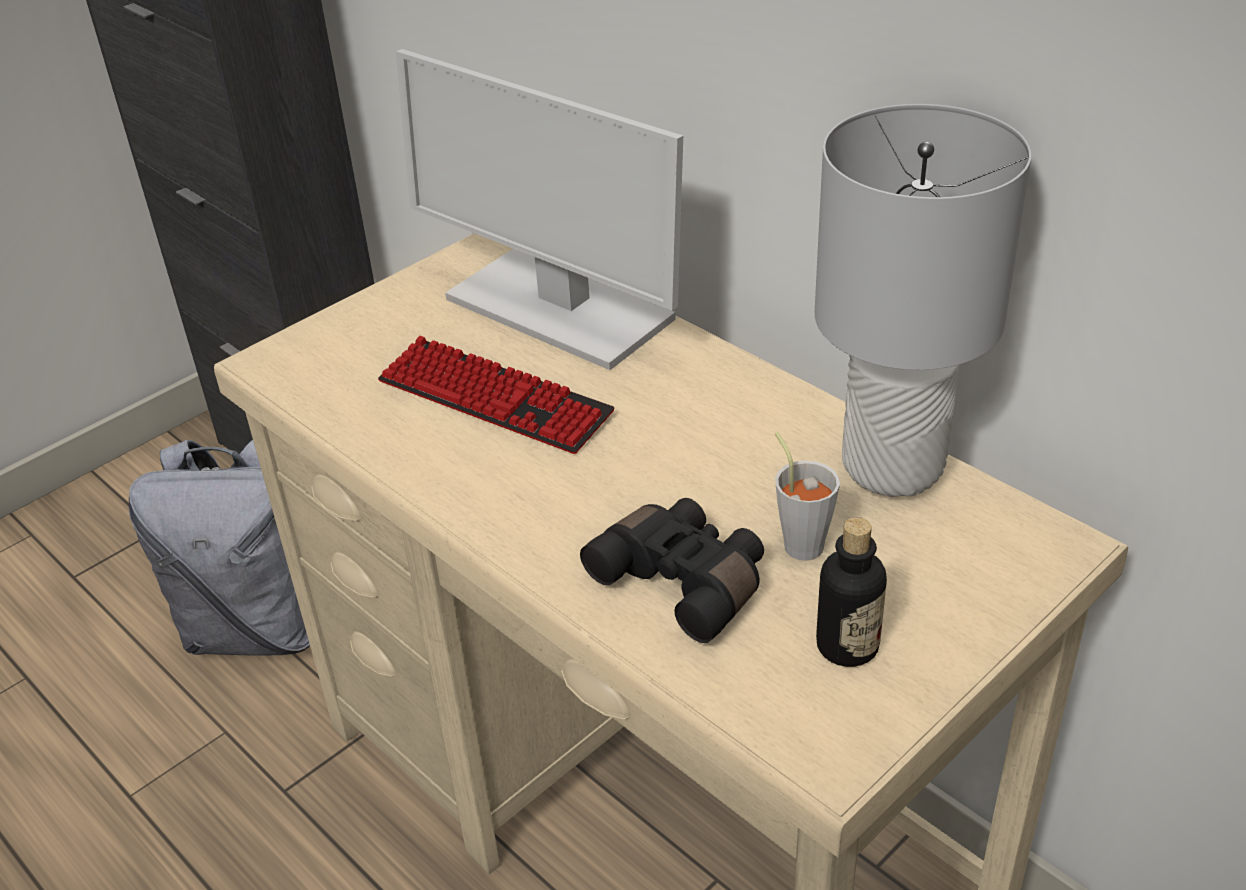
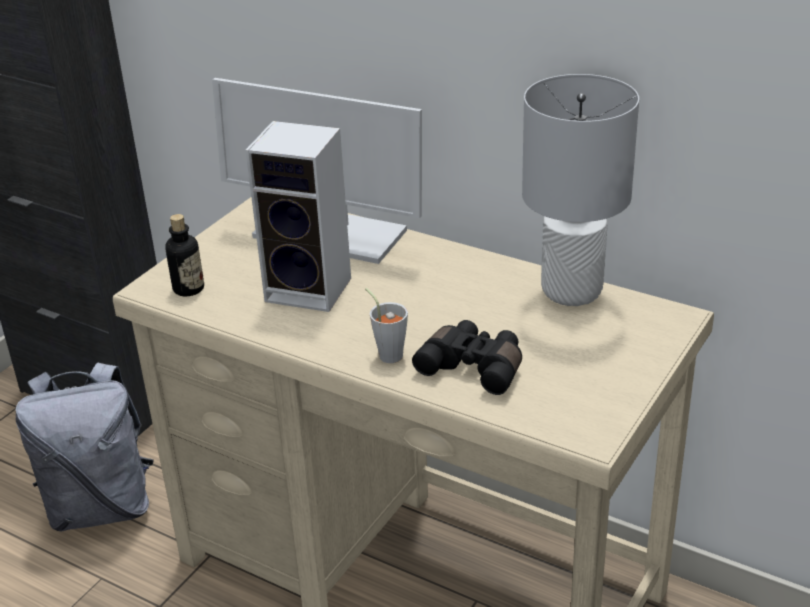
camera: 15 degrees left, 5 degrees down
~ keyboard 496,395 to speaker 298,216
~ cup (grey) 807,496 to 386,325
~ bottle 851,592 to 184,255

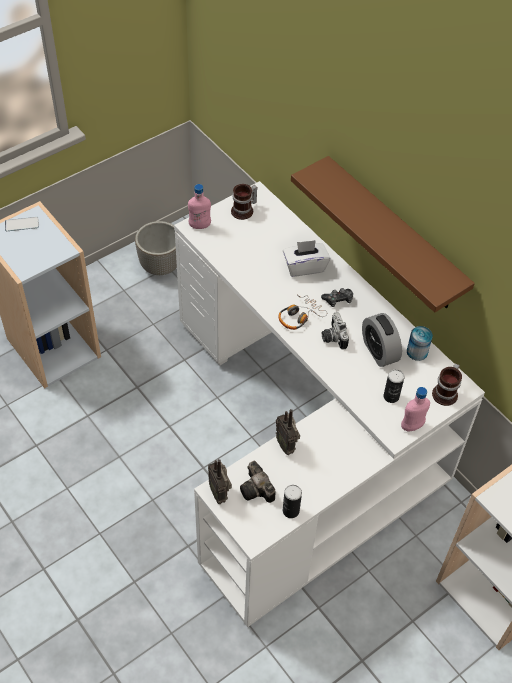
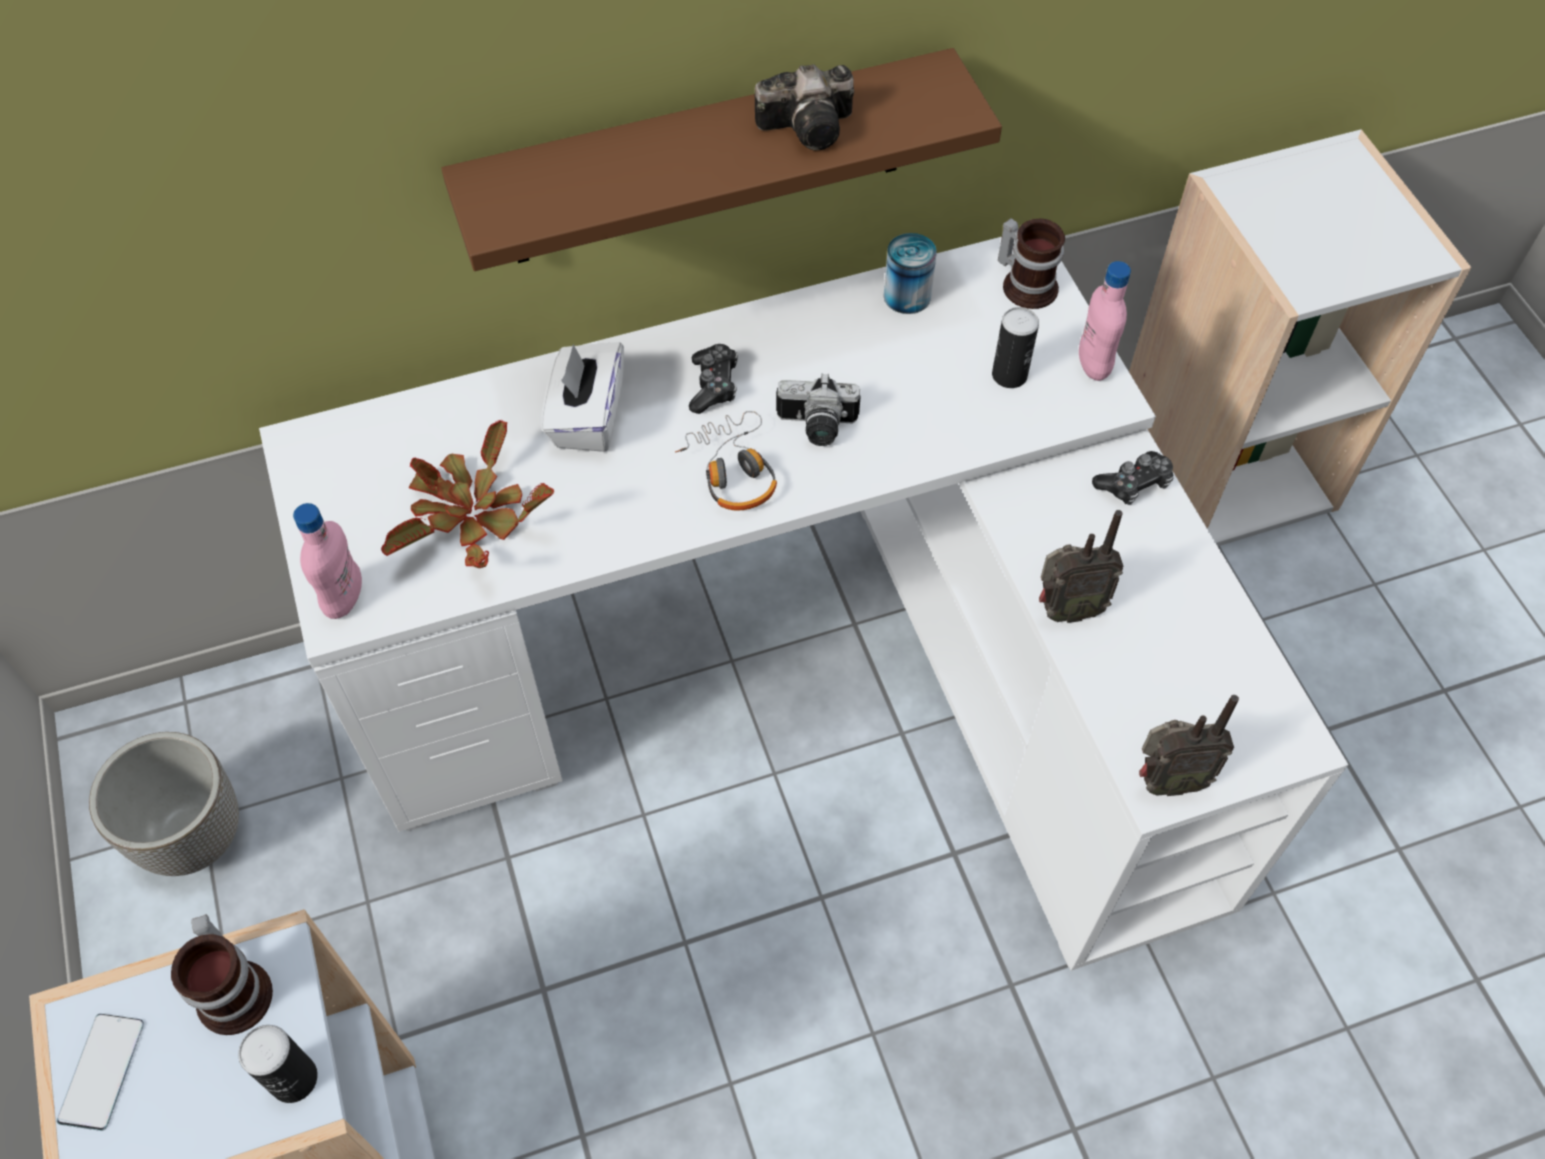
camera: 70 degrees left, 5 degrees up
~ mug 244,202 to 222,975
- alarm clock 382,340
~ photo camera 258,482 to 804,107
~ can 292,501 to 278,1064
+ potted plant 467,494
+ game controller 1133,478

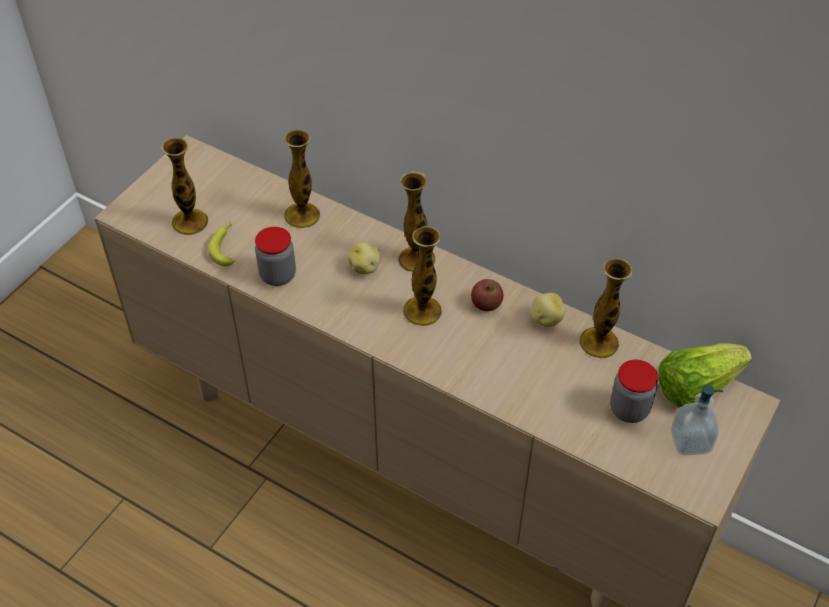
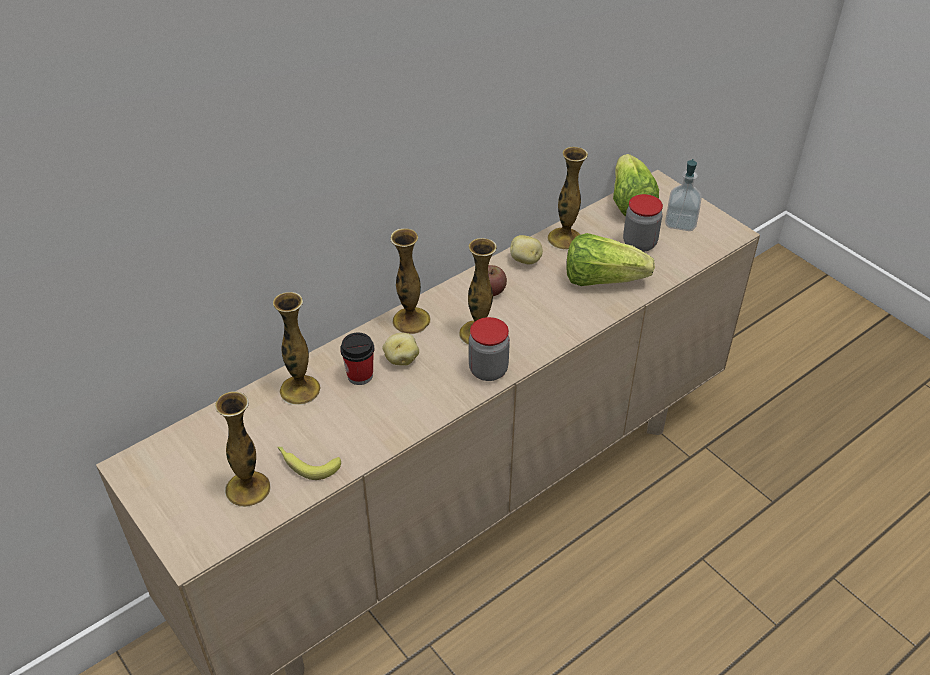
camera: 70 degrees left, 5 degrees down
~ jar 275,256 to 489,349
+ lettuce 610,259
+ cup 357,359

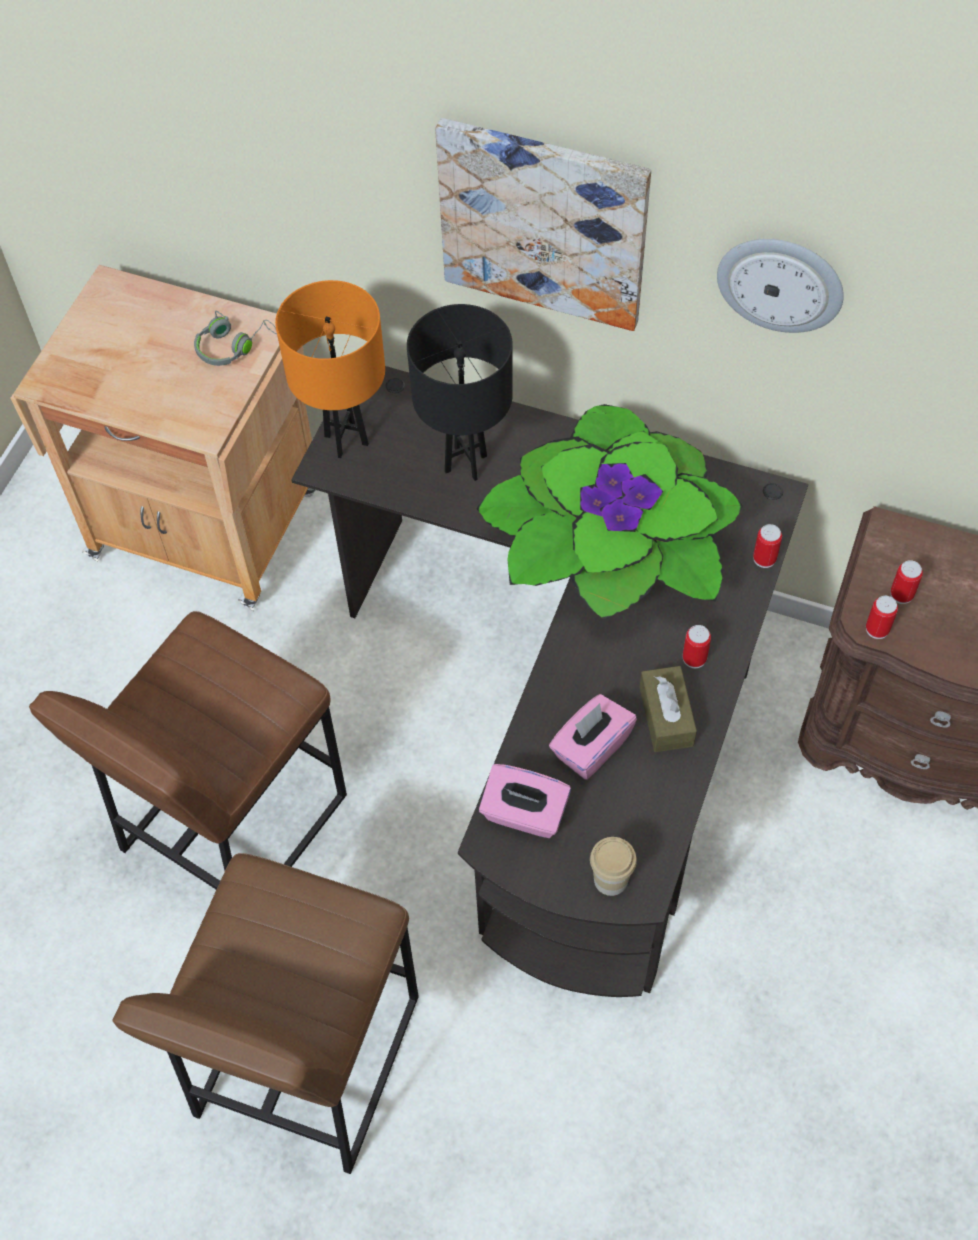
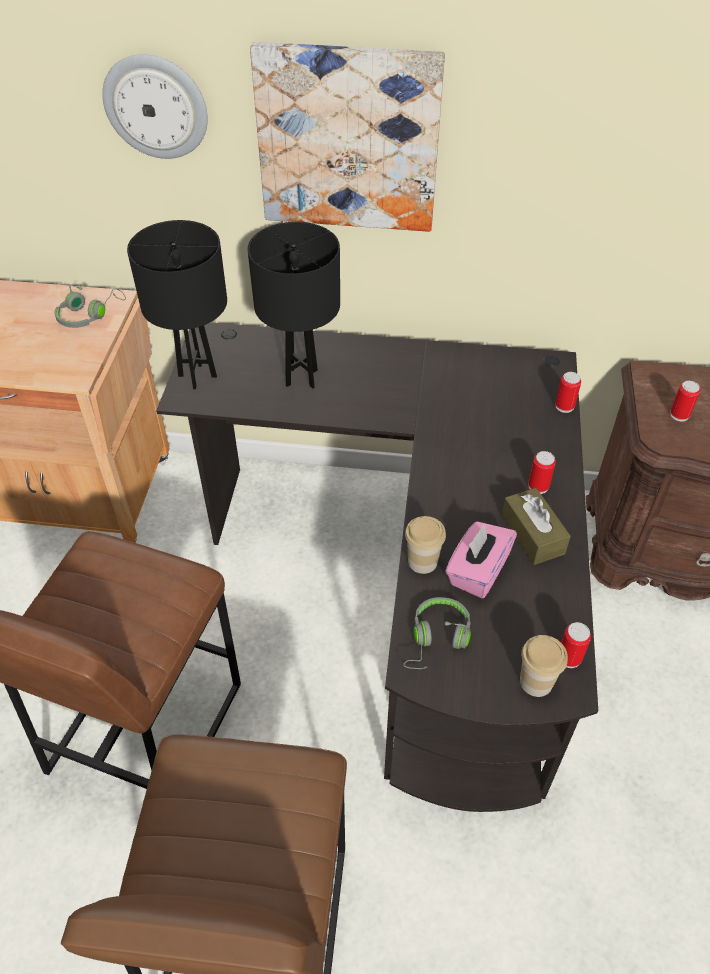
camera: 15 degrees left, 10 degrees down
~ wall clock 780,286 to 155,106
~ table lamp (orange) 330,369 to table lamp (black) 177,304
- potted plant 609,511
~ can 882,617 to 576,645
~ tissue box (pink) 525,801 to headphones (grey) 437,633
+ cup 425,545

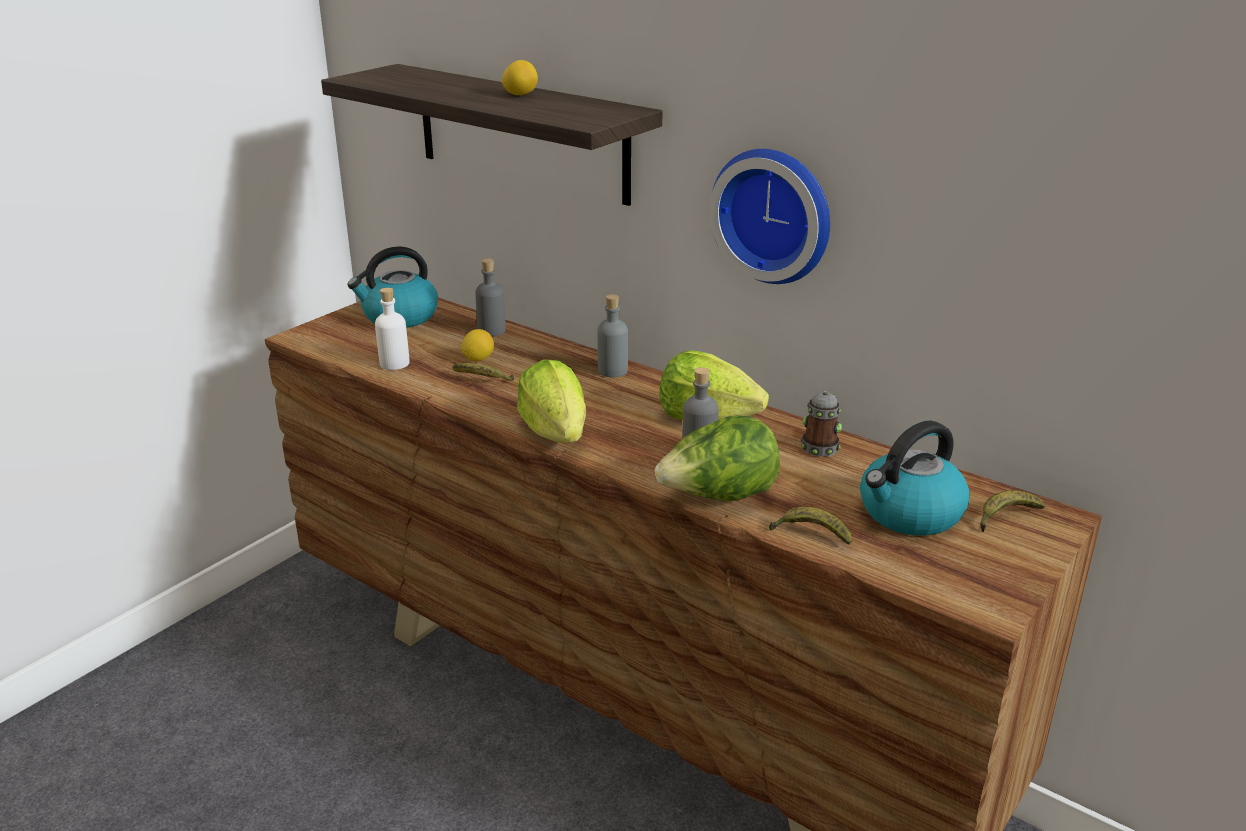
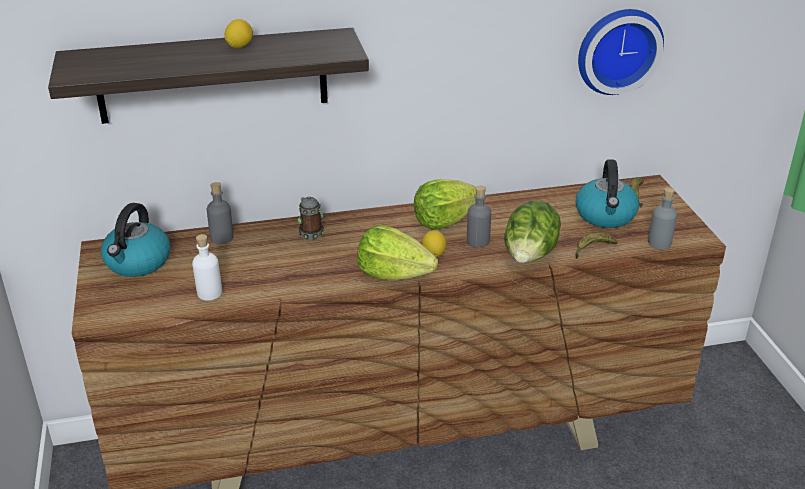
camera: 50 degrees left, 5 degrees up
~ wall clock 769,216 to 621,52
~ bottle (grey) 612,335 to 662,218
~ lemon 477,345 to 434,243
- banana 483,372
~ mug 821,424 to 310,218

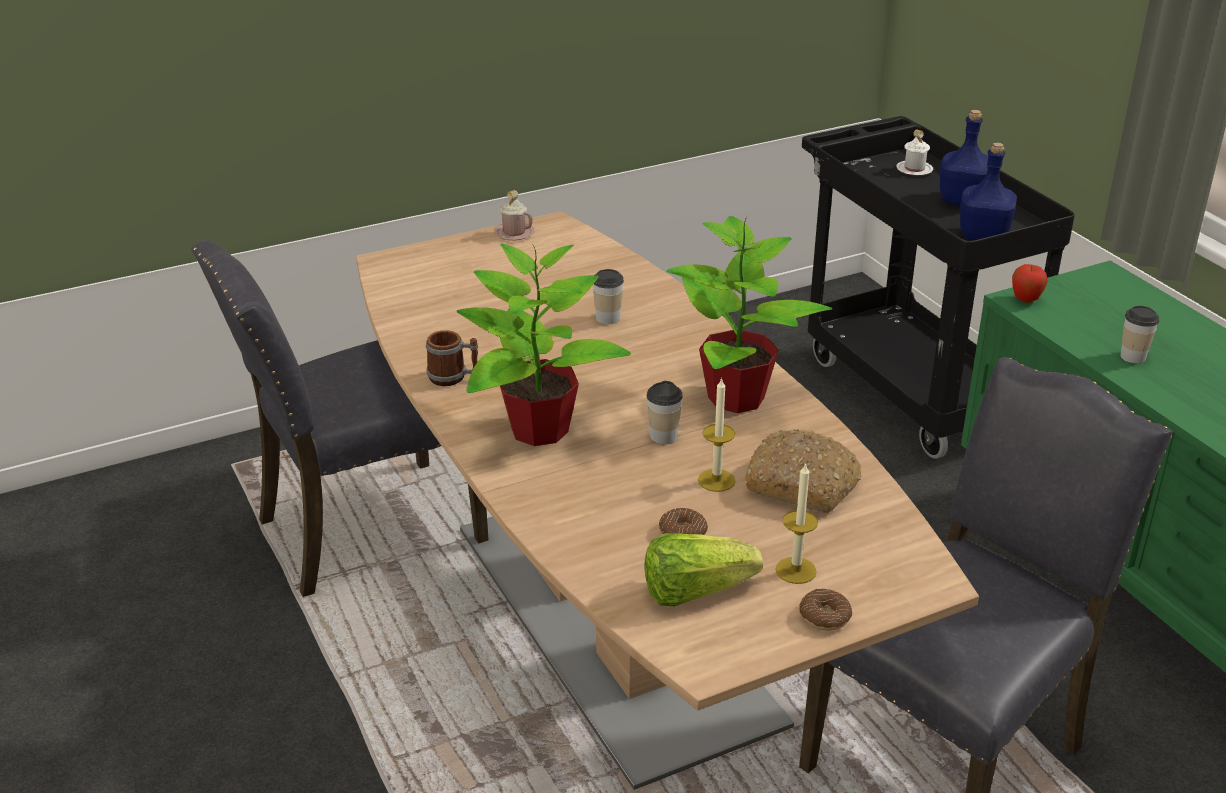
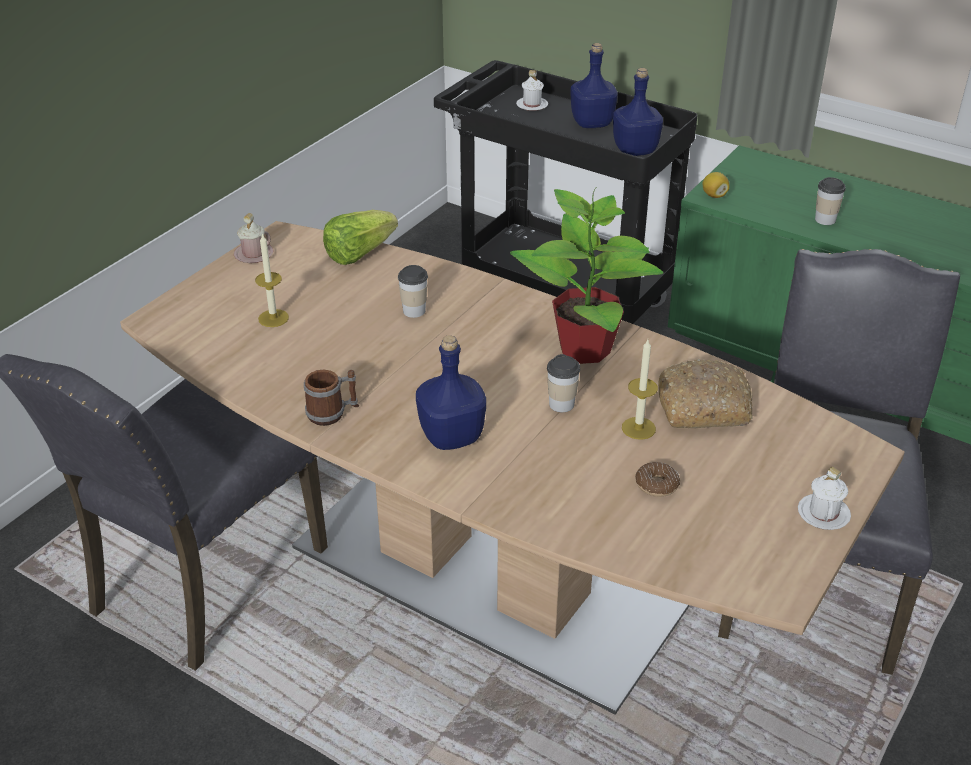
camera: 30 degrees left, 5 degrees up
~ potted plant 544,344 to bottle (blue) 451,392
~ apple 1030,283 to lemon 716,185
~ candle 796,523 to 272,280
~ lettuce 703,570 to 360,237
~ donut 826,610 to mug (white) 824,498

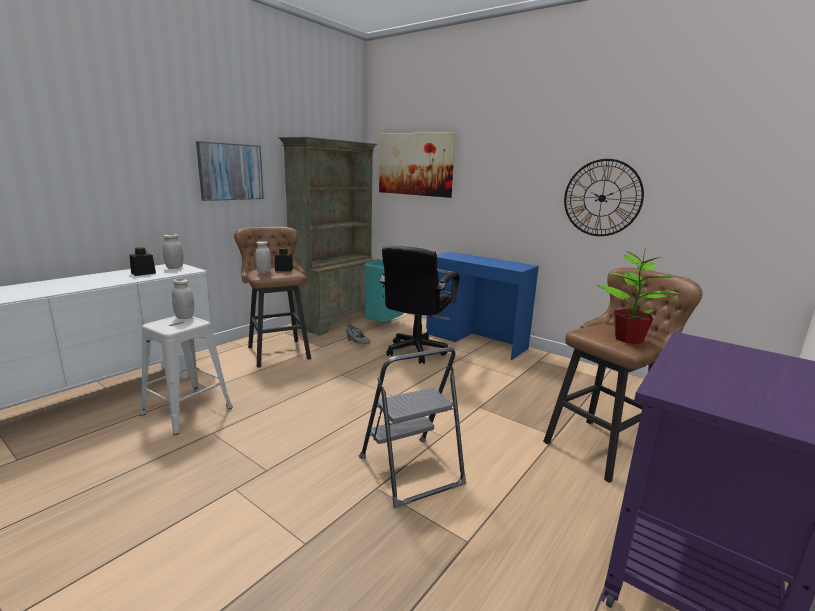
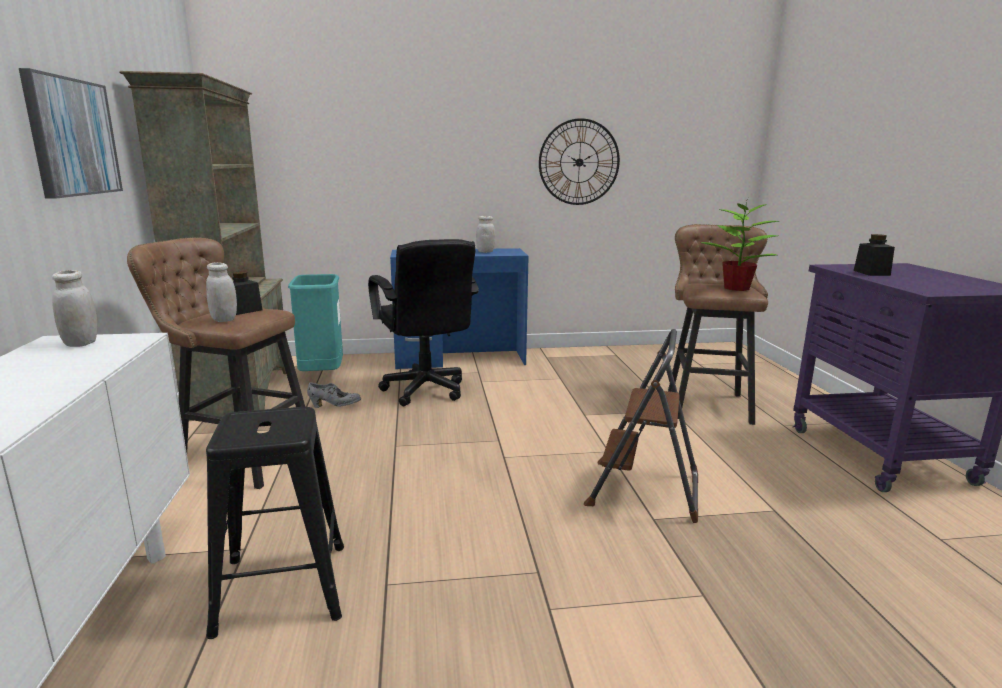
camera: 45 degrees left, 0 degrees up
- picture 417,165
~ jar (black) 142,261 to 874,255
~ jar (white) 183,298 to 485,234
~ stool (white) 186,375 to stool (black) 275,523
~ step ladder (grey) 412,427 to step ladder (brown) 641,426

